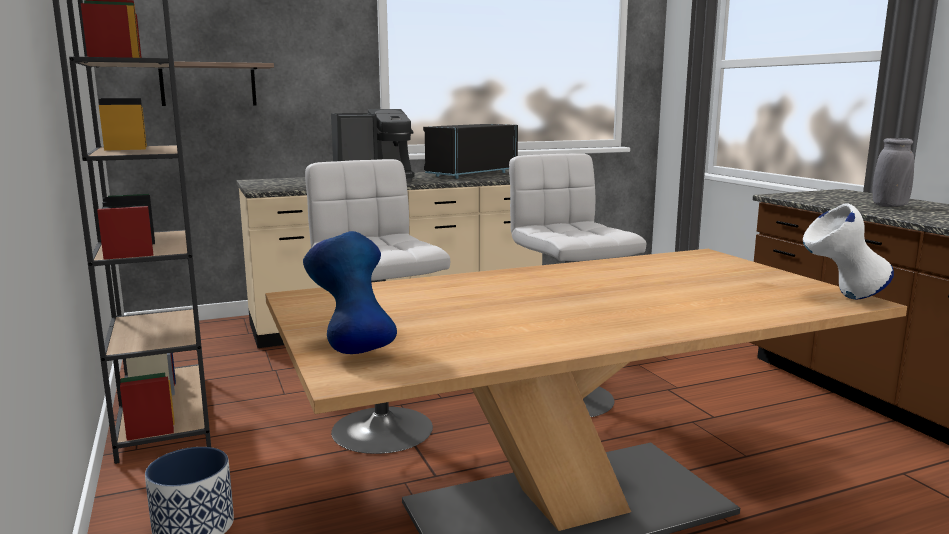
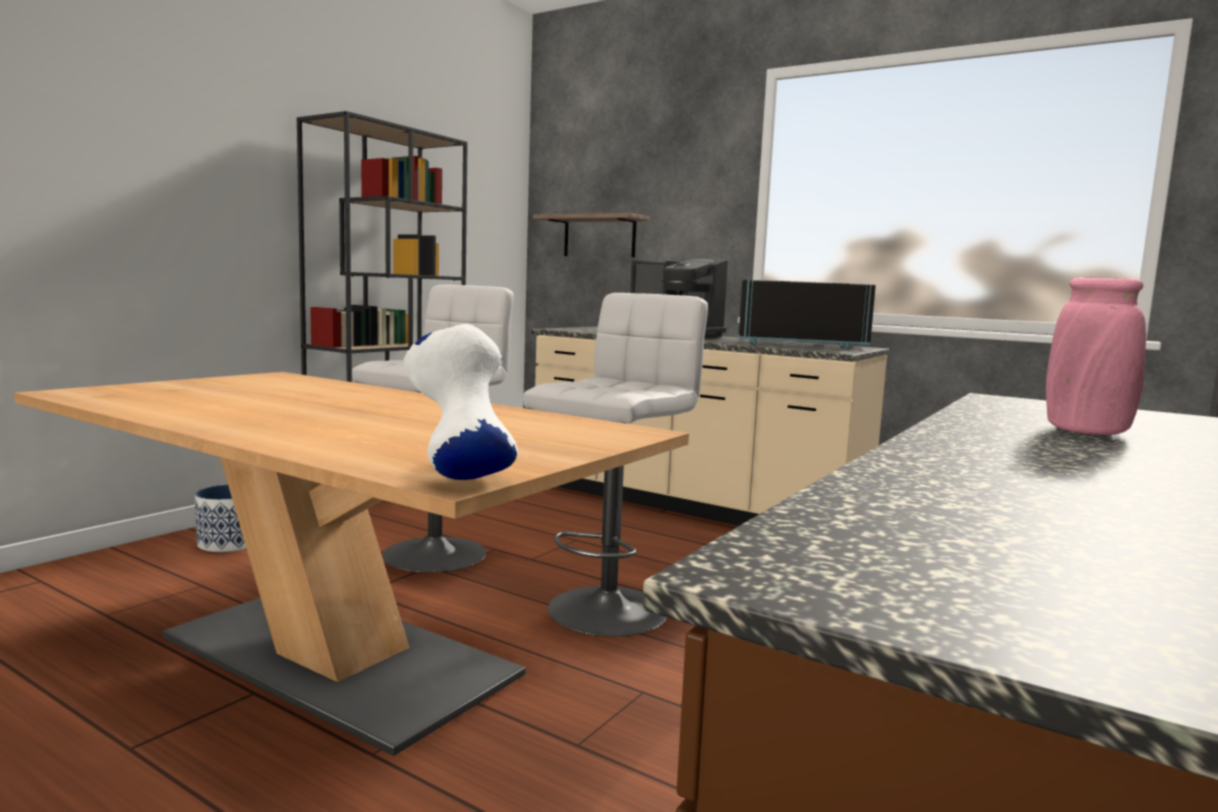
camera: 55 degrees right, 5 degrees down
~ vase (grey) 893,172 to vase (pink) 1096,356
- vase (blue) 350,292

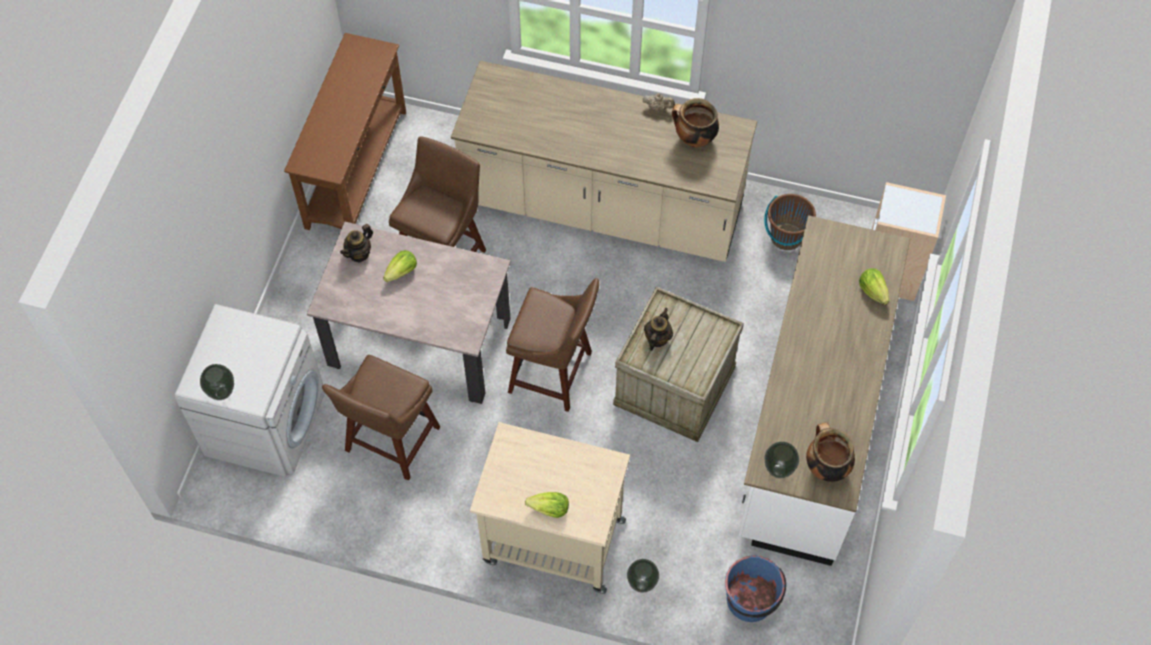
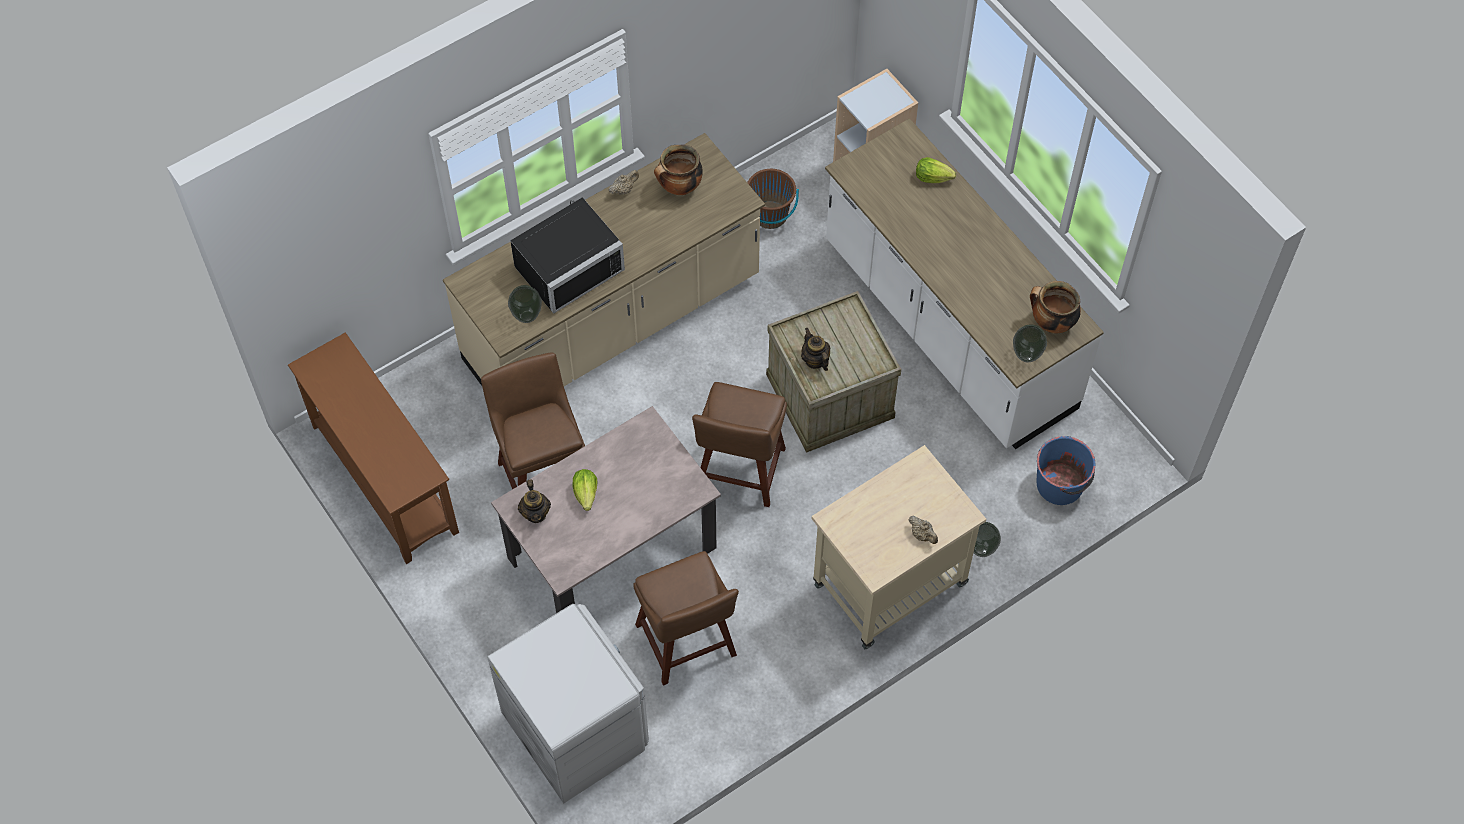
camera: 50 degrees left, 0 degrees up
~ chair (brown) 552,345 = 739,444 135 degrees clockwise
~ vase 217,382 to 525,304
~ lettuce 547,505 to teapot (beige) 923,529
+ microwave (black) 567,255

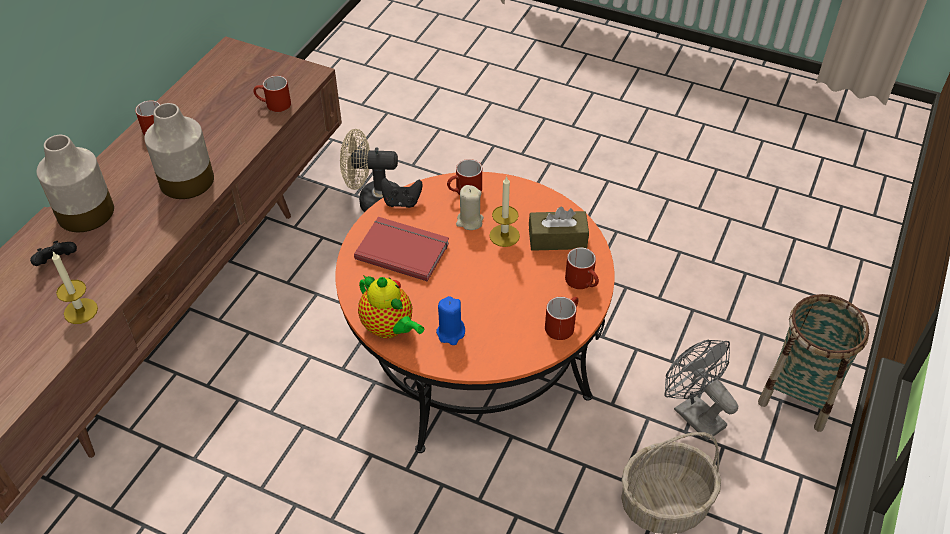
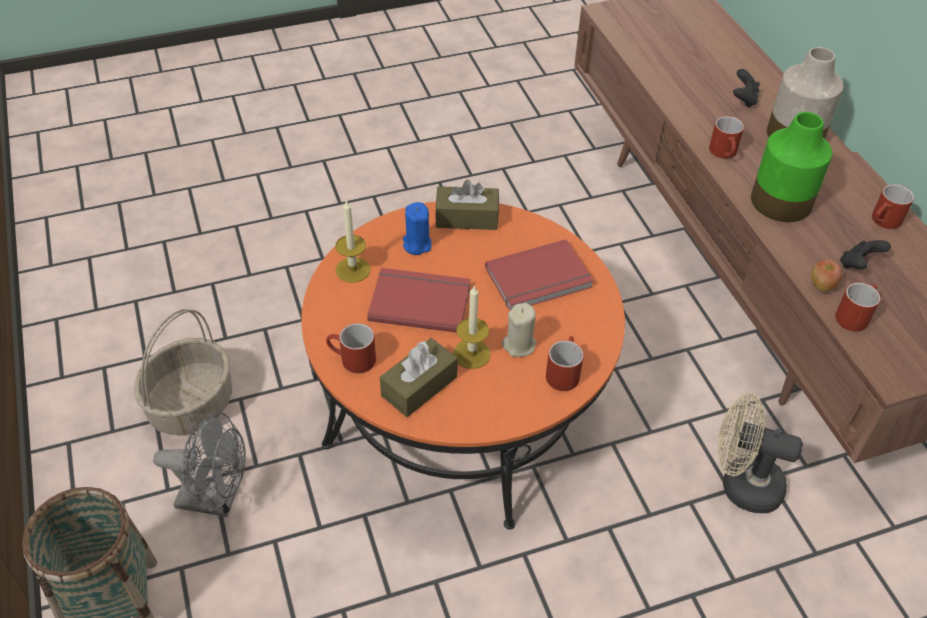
camera: 135 degrees right, 0 degrees up
~ vase (beige) 179,151 to vase (green) 791,167
~ fan (beige) 370,170 = 760,453 120 degrees counterclockwise
~ game controller (black) 402,193 to 865,255
~ candle 75,288 to 352,240
~ teapot 391,306 to tissue box (brown) 467,205
~ mug (red) 562,318 to 726,137
+ apple 826,276
+ book (red) 418,300

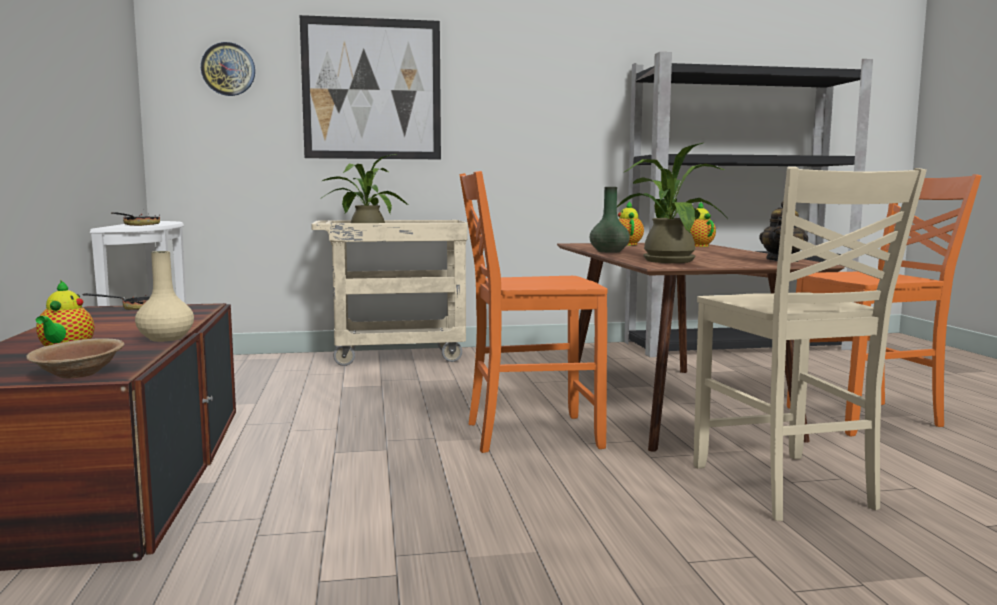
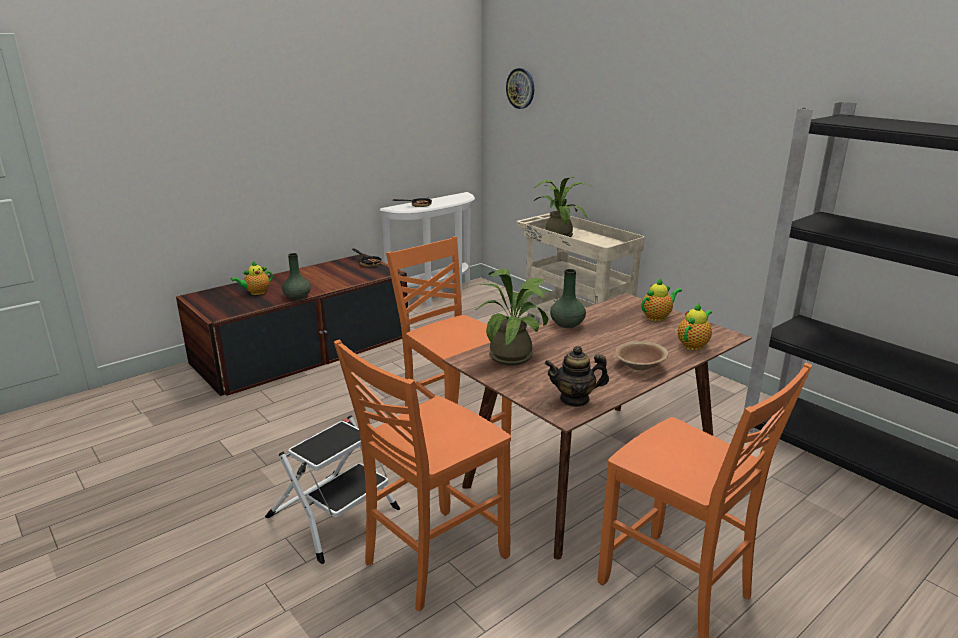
camera: 60 degrees right, 15 degrees up
- picture 370,87
~ chair (beige) 810,344 to chair (orange) 422,475
~ vase (beige) 164,296 to vase (green) 296,276
~ bowl (brown) 75,358 to 641,356
+ step ladder 332,489

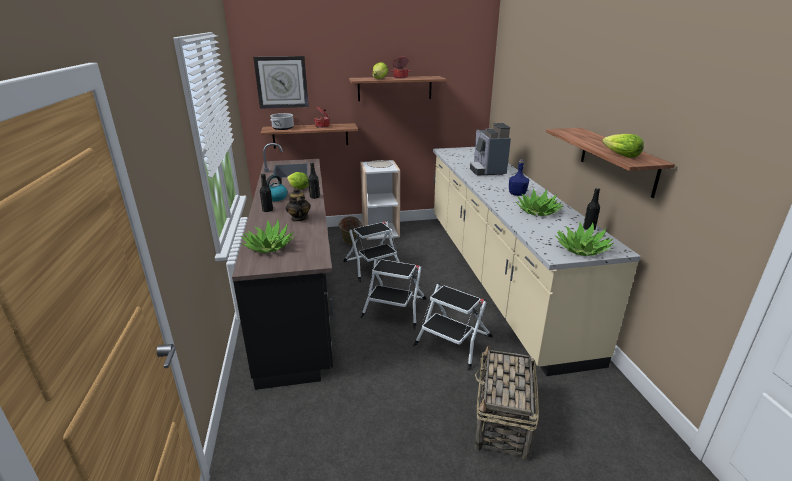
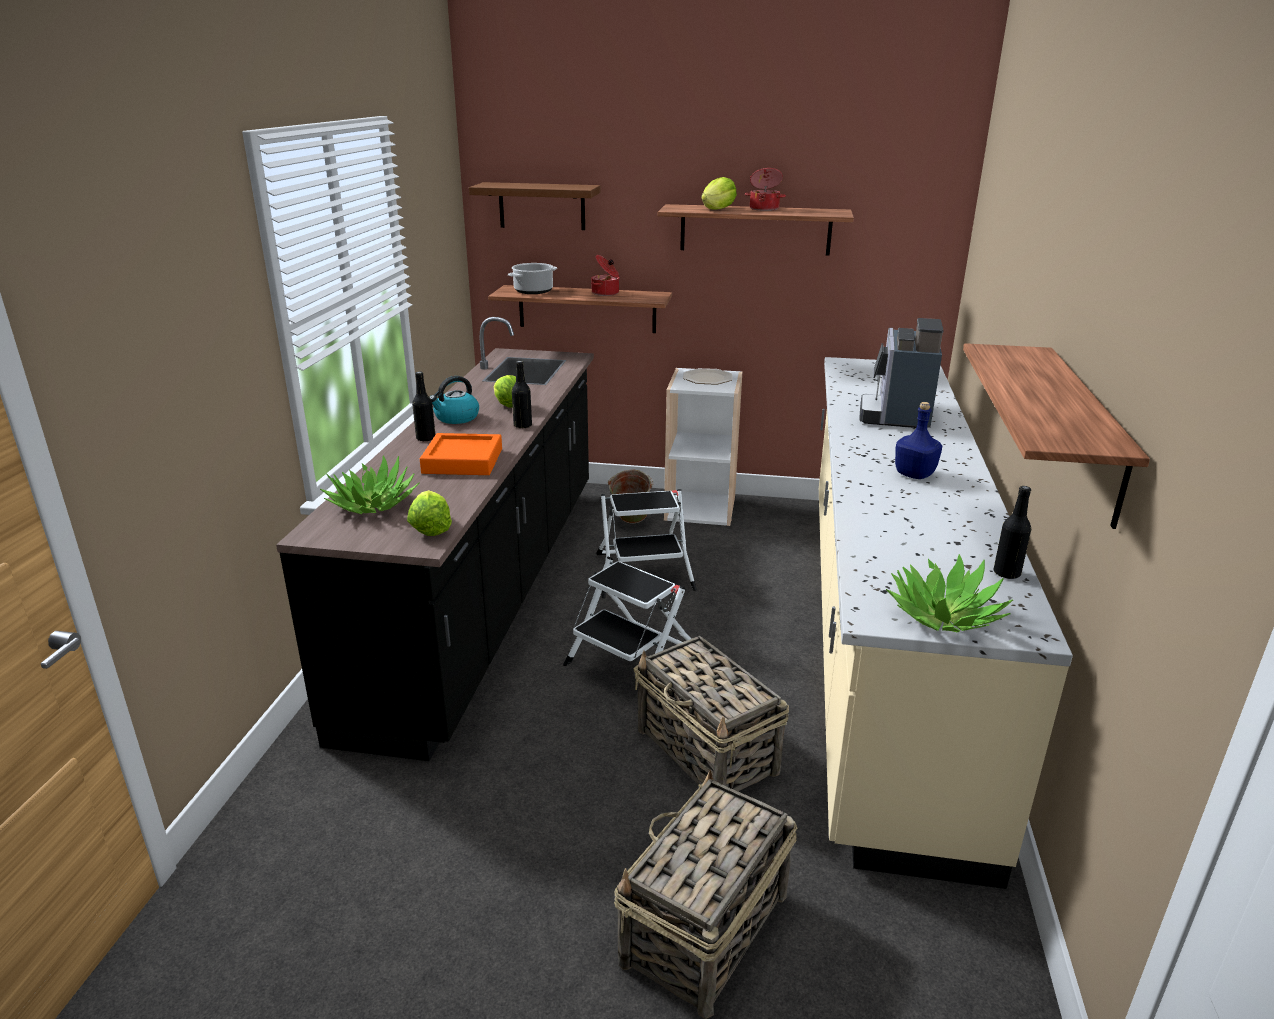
camera: 20 degrees right, 0 degrees up
~ wall clock 281,82 to shelf (brown) 535,206
~ lettuce 623,146 to 429,513
~ teapot 298,205 to tray (orange) 461,454
- potted plant 539,202
~ step ladder 453,327 to basket 711,713

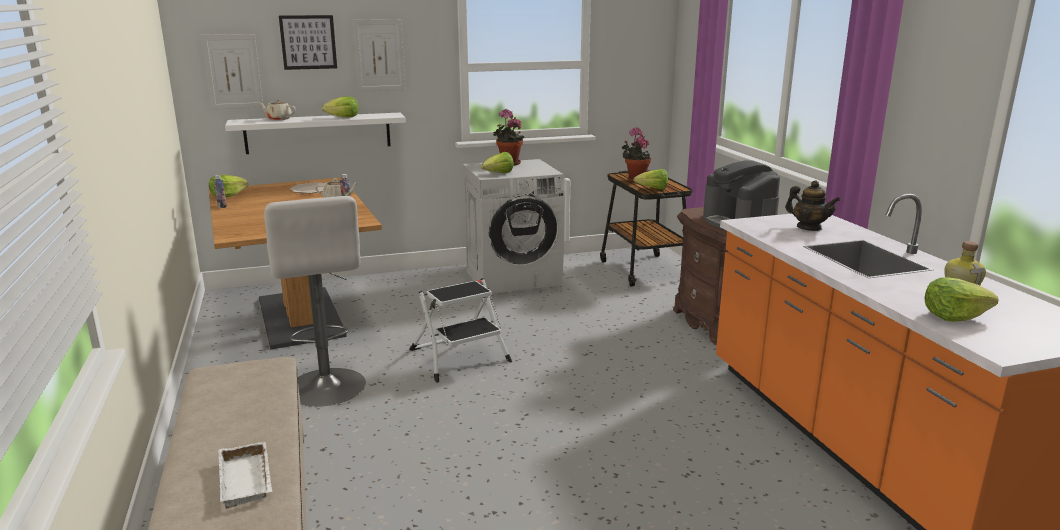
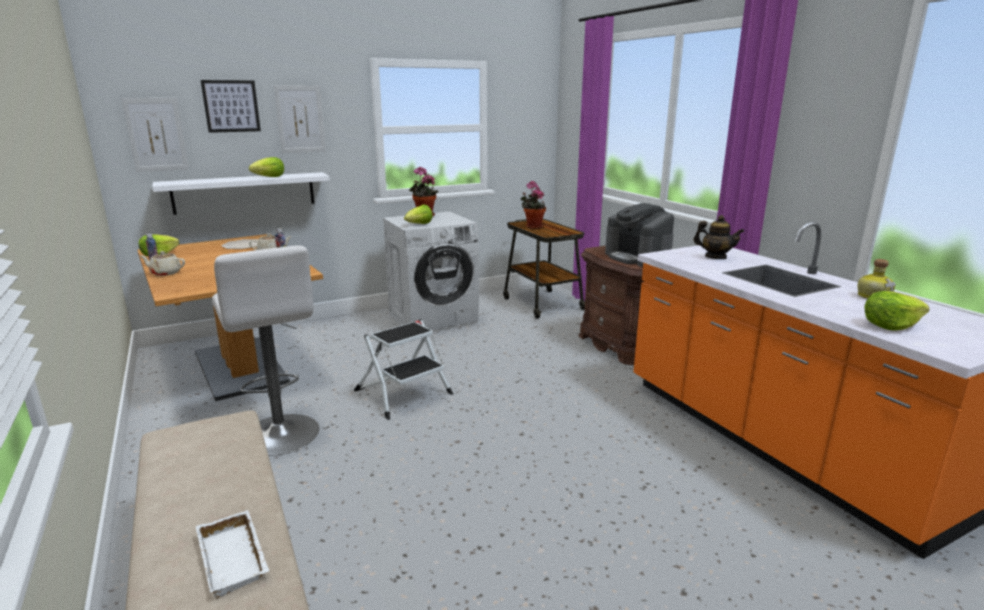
camera: 10 degrees left, 0 degrees up
~ teapot (beige) 277,109 to 162,263
- lettuce 650,179

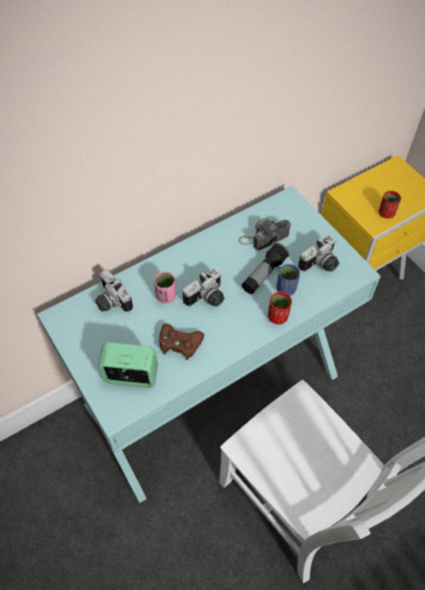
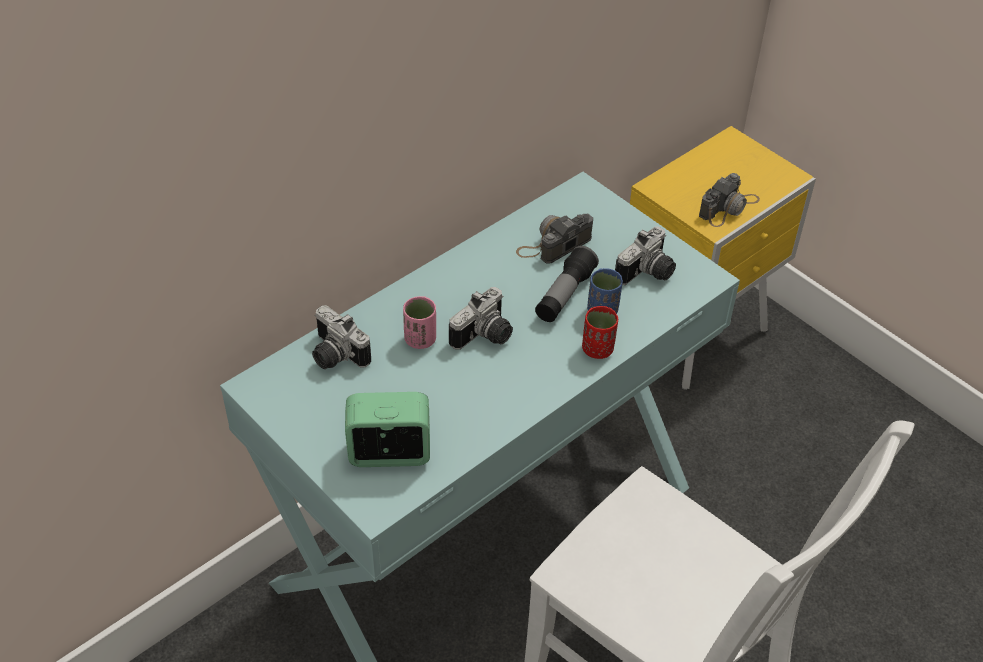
camera: 10 degrees left, 10 degrees down
~ cup (red) 390,205 to photo camera 729,200
- game controller (brown) 181,342

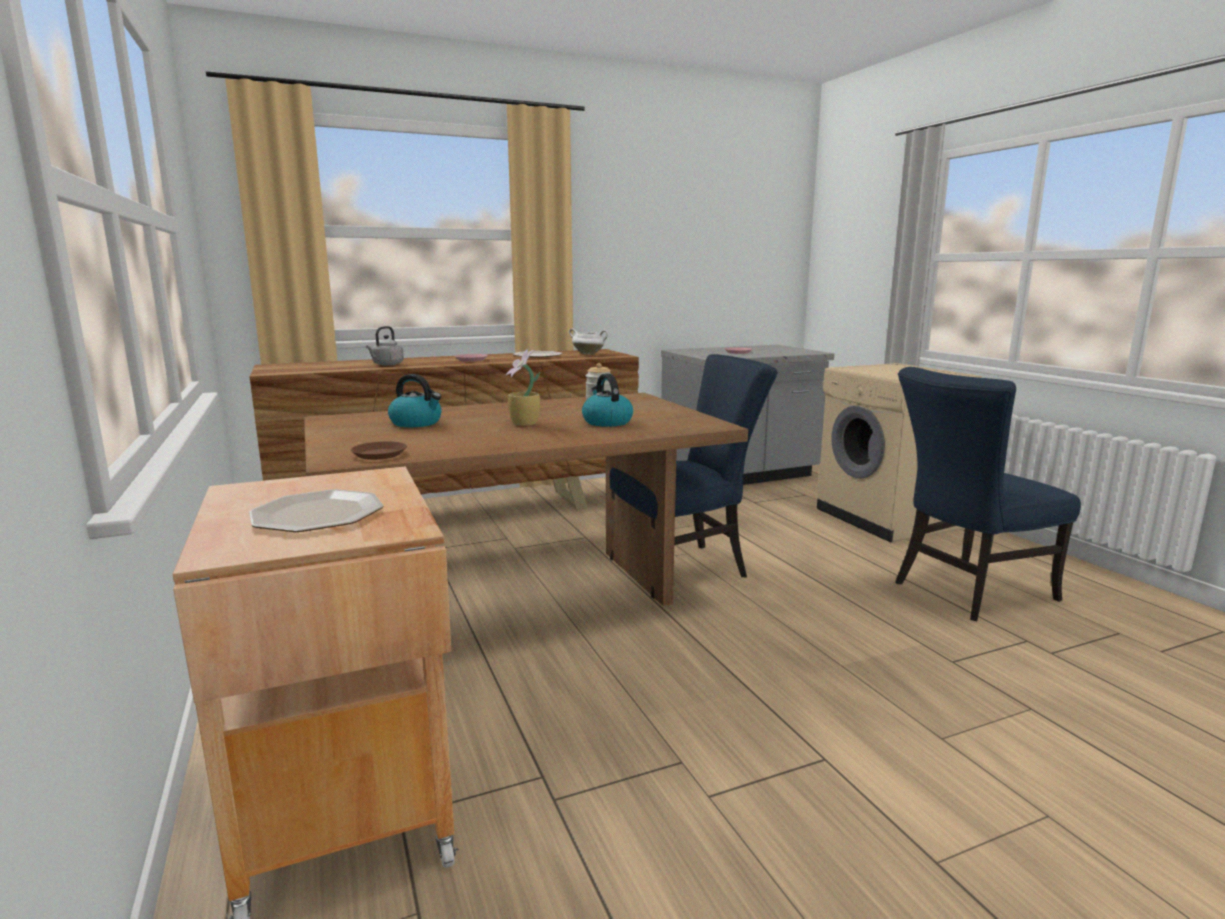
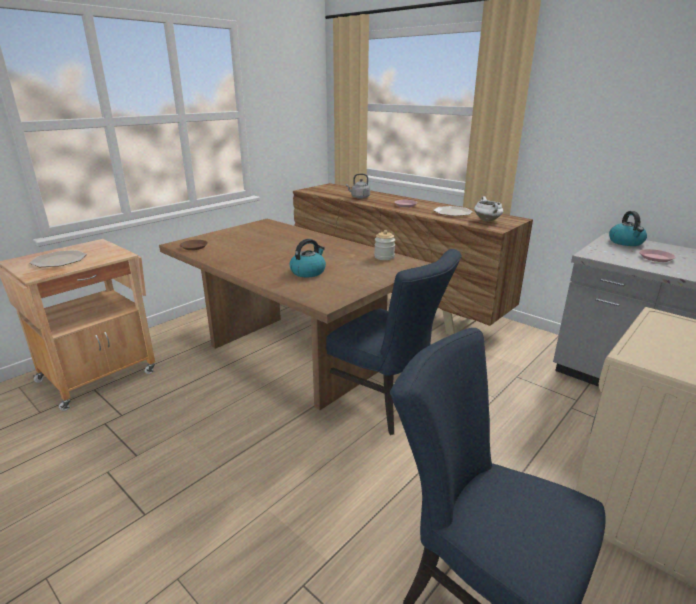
camera: 65 degrees right, 10 degrees up
- potted plant 523,387
~ kettle 415,400 to 628,228

